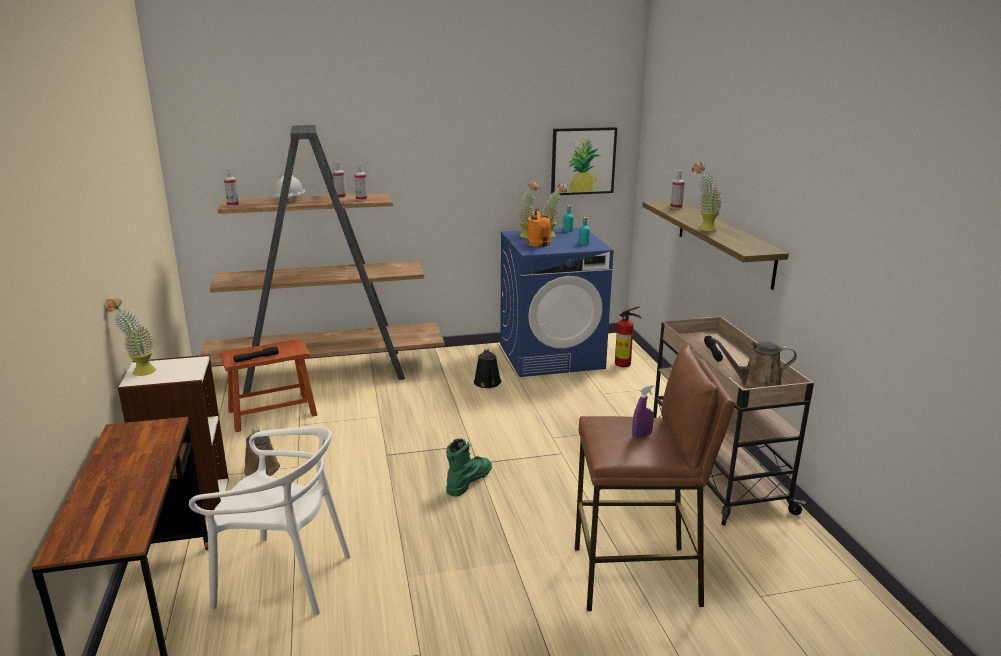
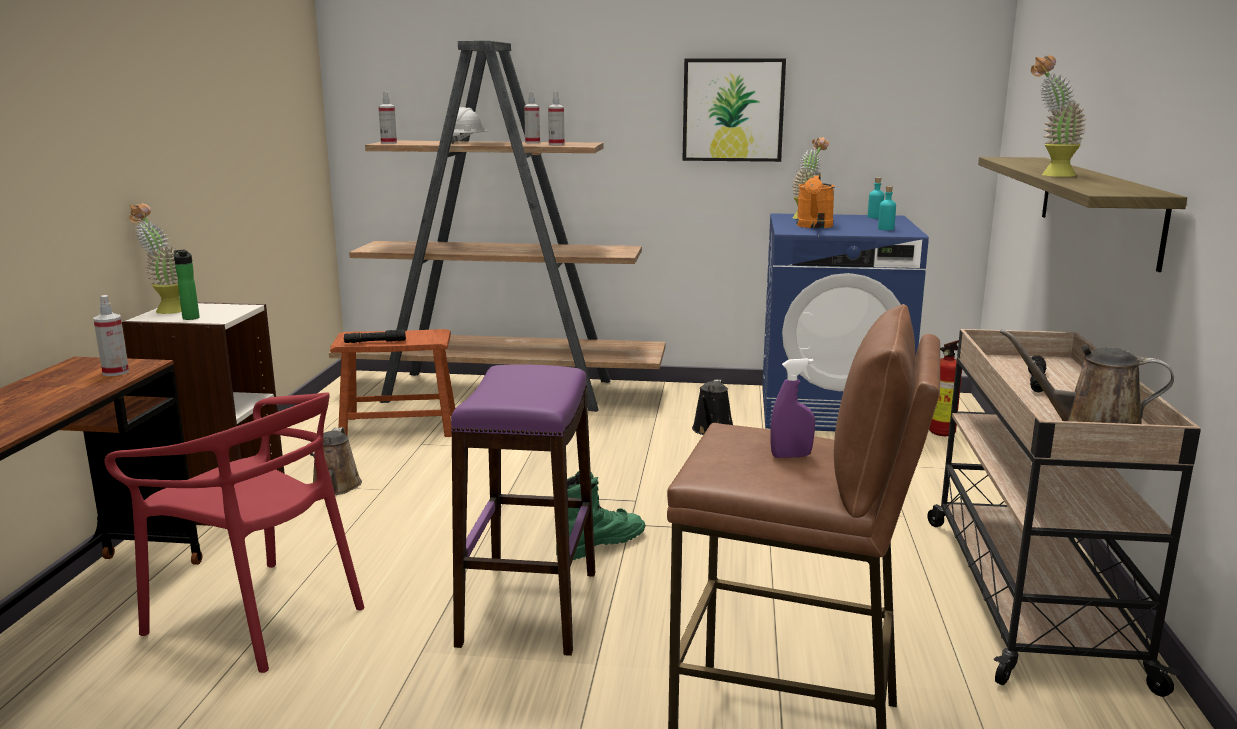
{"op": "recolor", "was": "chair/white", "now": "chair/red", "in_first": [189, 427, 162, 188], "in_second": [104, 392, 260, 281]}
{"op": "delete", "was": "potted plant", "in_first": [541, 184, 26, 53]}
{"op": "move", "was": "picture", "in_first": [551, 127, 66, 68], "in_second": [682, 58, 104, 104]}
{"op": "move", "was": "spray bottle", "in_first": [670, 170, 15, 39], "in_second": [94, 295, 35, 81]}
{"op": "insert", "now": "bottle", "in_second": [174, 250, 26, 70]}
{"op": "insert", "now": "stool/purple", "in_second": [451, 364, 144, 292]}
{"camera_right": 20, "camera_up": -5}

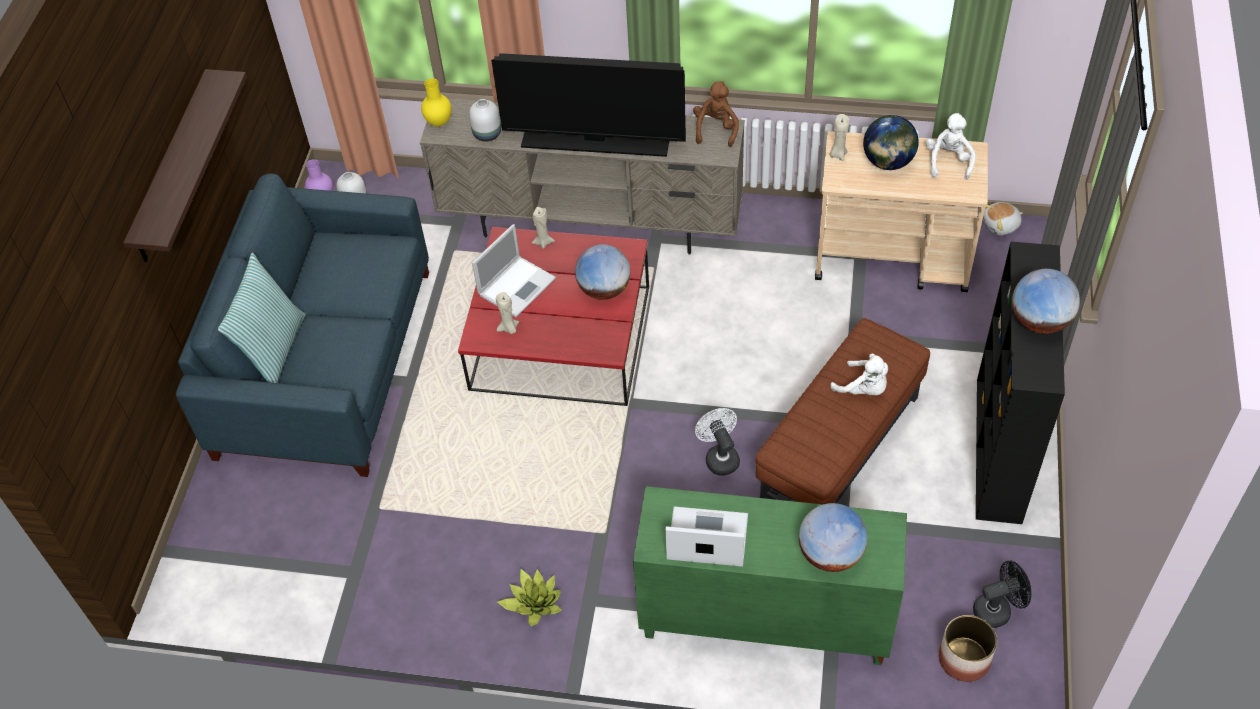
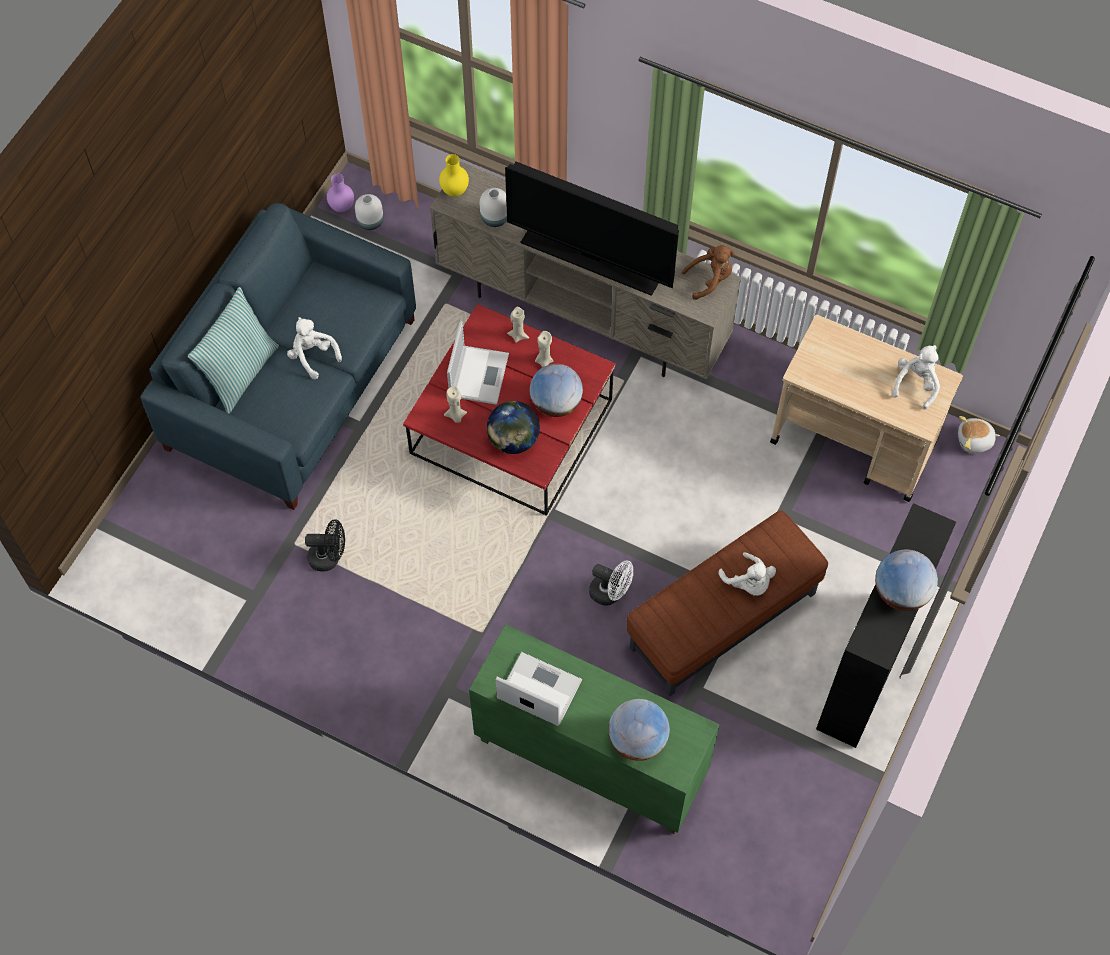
{"op": "delete", "was": "shelf", "in_first": [123, 69, 124, 193]}
{"op": "rotate", "was": "laptop", "in_first": [472, 224, 84, 93], "in_second": [447, 321, 62, 84], "clockwise": -45}
{"op": "delete", "was": "potted plant", "in_first": [497, 569, 65, 57]}
{"op": "rotate", "was": "plush toy/brown", "in_first": [693, 81, 46, 66], "in_second": [682, 245, 53, 55], "clockwise": 45}
{"op": "rotate", "was": "fan/white", "in_first": [695, 408, 45, 68], "in_second": [589, 560, 44, 46], "clockwise": 120}
{"op": "move", "was": "candle/beige", "in_first": [830, 114, 20, 47], "in_second": [535, 331, 18, 36]}
{"op": "move", "was": "globe", "in_first": [863, 115, 56, 55], "in_second": [487, 401, 53, 53]}
{"op": "delete", "was": "planter", "in_first": [939, 615, 58, 67]}
{"op": "move", "was": "fan/black", "in_first": [973, 560, 58, 68], "in_second": [305, 519, 40, 53]}
{"op": "insert", "now": "plush toy/white", "in_second": [287, 317, 55, 62]}
{"camera_right": 15, "camera_up": 10}

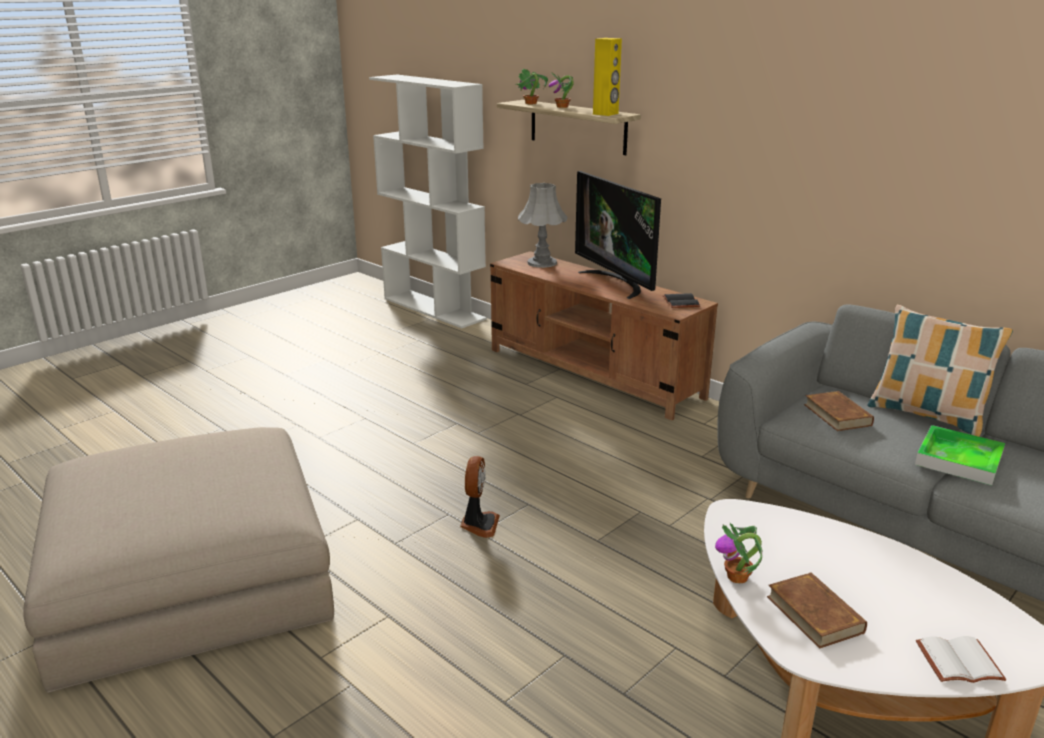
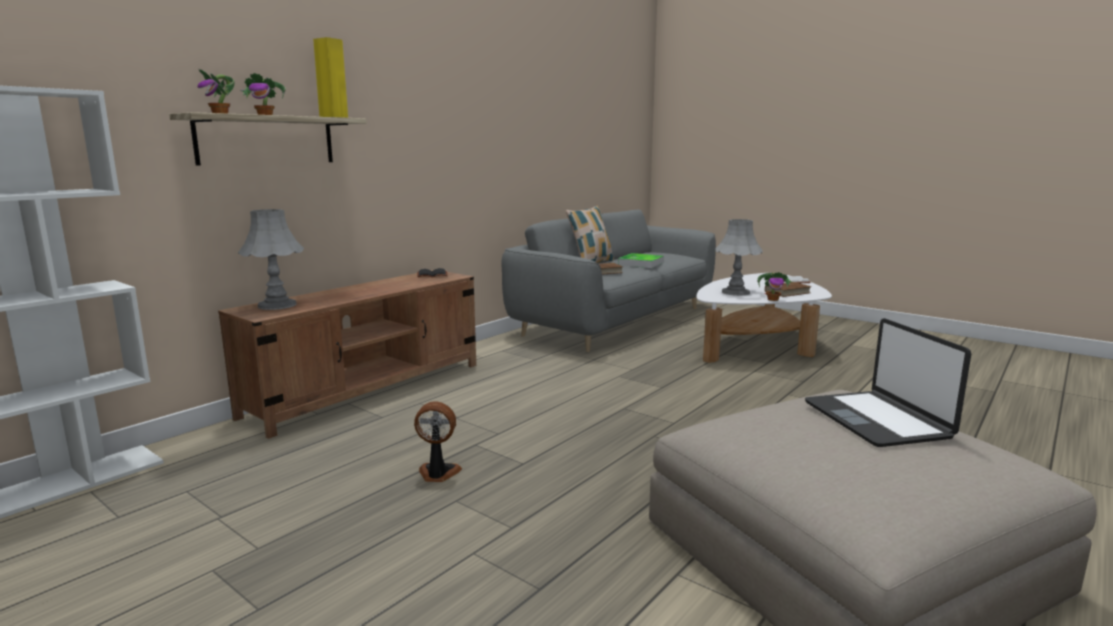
{"op": "move", "was": "fan", "in_first": [460, 456, 40, 82], "in_second": [414, 401, 48, 81]}
{"op": "delete", "was": "television", "in_first": [575, 171, 86, 128]}
{"op": "insert", "now": "table lamp/grey", "in_second": [715, 219, 48, 77]}
{"op": "insert", "now": "laptop", "in_second": [805, 318, 166, 129]}
{"camera_right": -95, "camera_up": -10}

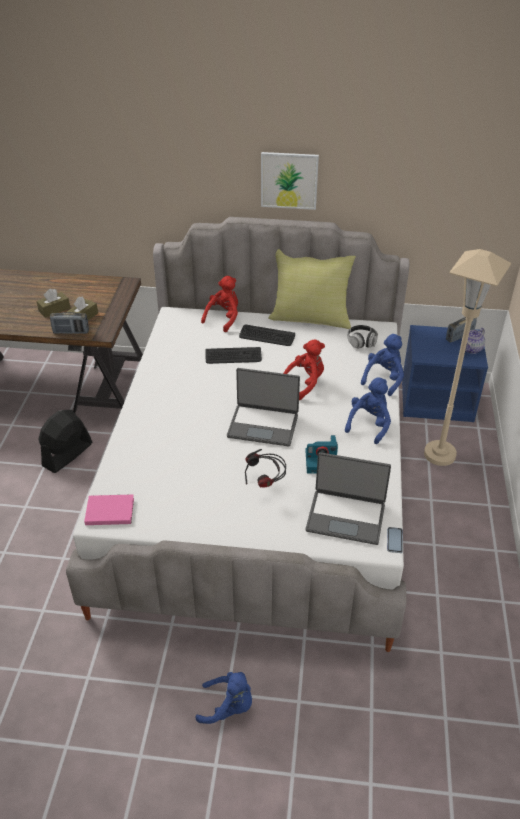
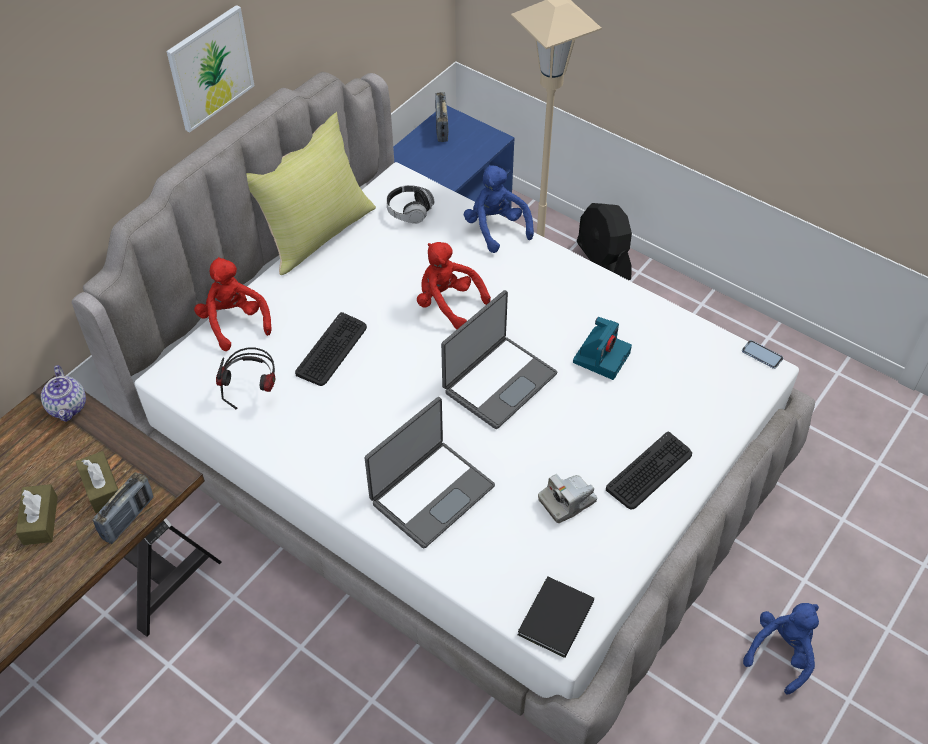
{"op": "move", "was": "fan/black", "in_first": [38, 410, 54, 63], "in_second": [577, 203, 55, 77]}
{"op": "recolor", "was": "book/pink", "now": "book/black", "in_first": [84, 494, 50, 31], "in_second": [518, 576, 76, 82]}
{"op": "move", "was": "keyboard", "in_first": [239, 325, 56, 21], "in_second": [606, 432, 86, 78]}
{"op": "move", "was": "headphones", "in_first": [245, 449, 41, 38], "in_second": [216, 347, 59, 62]}
{"op": "rotate", "was": "plush toy/red", "in_first": [283, 339, 42, 61], "in_second": [417, 242, 74, 87], "clockwise": -45}
{"op": "move", "was": "laptop", "in_first": [306, 452, 85, 93], "in_second": [365, 397, 130, 151]}
{"op": "delete", "was": "plush toy/blue", "in_first": [345, 377, 46, 67]}
{"op": "move", "was": "teapot", "in_first": [461, 328, 24, 26], "in_second": [41, 365, 45, 57]}
{"op": "insert", "now": "photo camera", "in_second": [538, 474, 59, 49]}
{"camera_right": -60, "camera_up": 10}

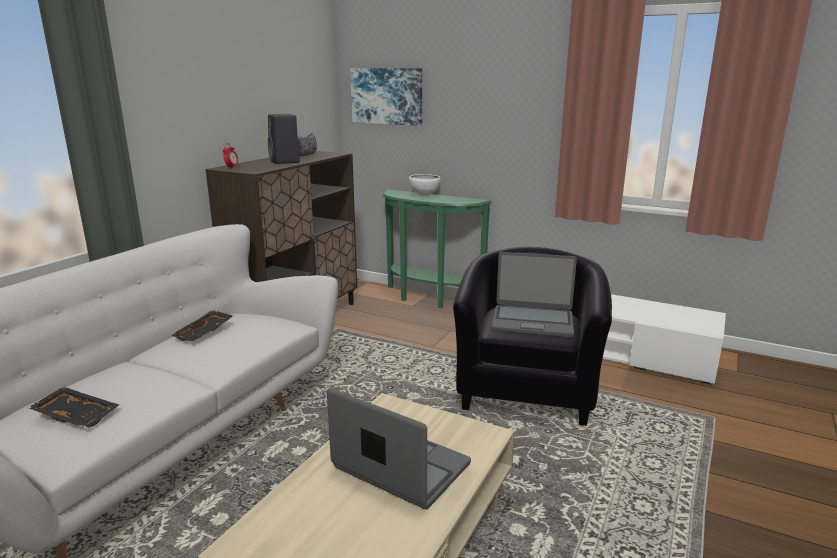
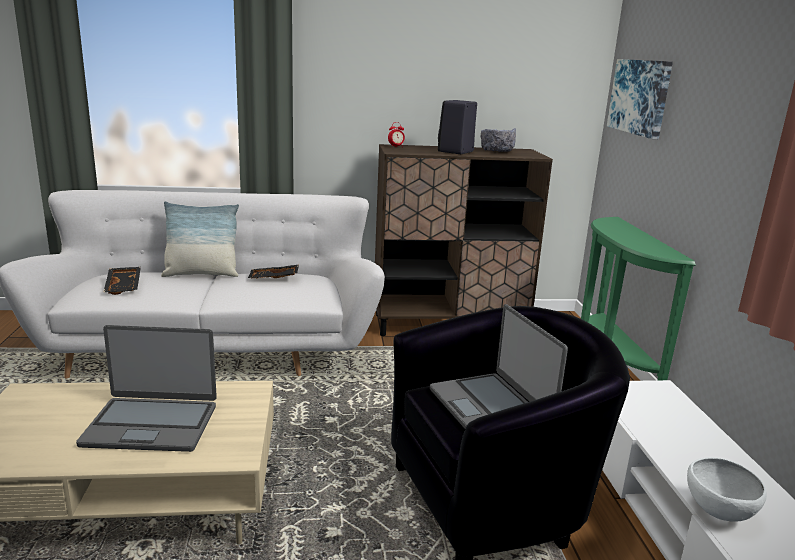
{"op": "rotate", "was": "laptop", "in_first": [327, 388, 144, 121], "in_second": [76, 325, 141, 127], "clockwise": 90}
{"op": "move", "was": "bowl/white", "in_first": [409, 174, 32, 22], "in_second": [687, 457, 80, 65]}
{"op": "insert", "now": "pillow", "in_second": [161, 201, 78, 76]}
{"camera_right": 55, "camera_up": 0}

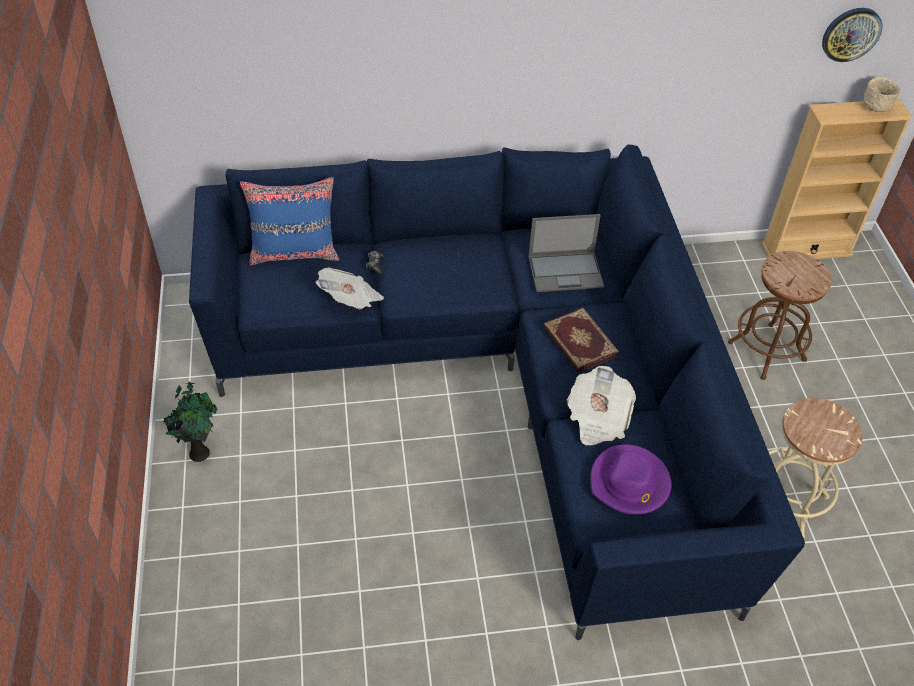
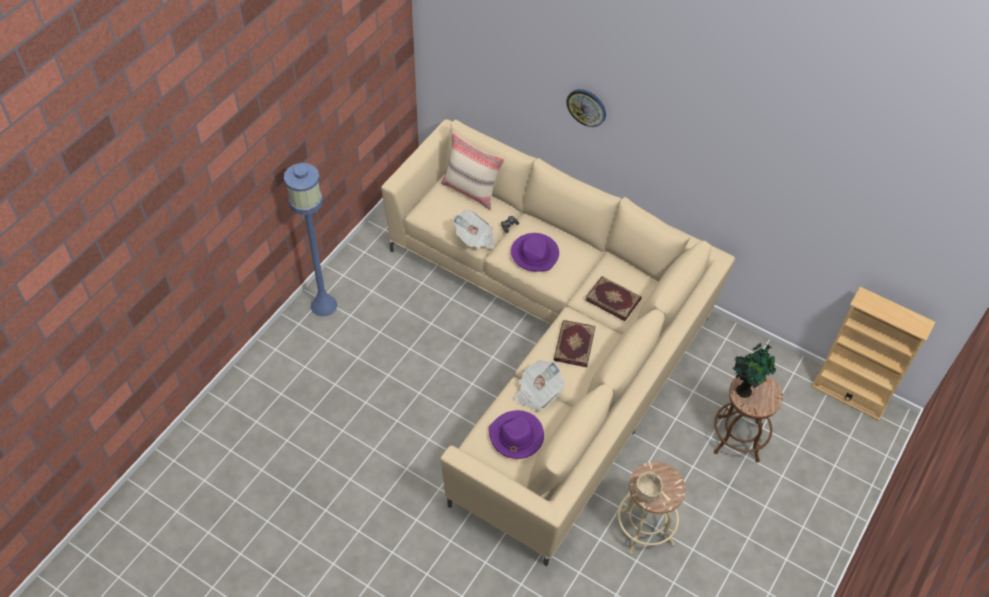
{"op": "move", "was": "potted plant", "in_first": [163, 381, 54, 81], "in_second": [733, 343, 43, 55]}
{"op": "recolor", "was": "sofa/blue", "now": "sofa/beige", "in_first": [189, 144, 616, 496], "in_second": [381, 119, 354, 447]}
{"op": "recolor", "was": "pillow/blue", "now": "pillow/beige", "in_first": [240, 177, 99, 88], "in_second": [441, 132, 64, 78]}
{"op": "replace", "was": "laptop", "now": "book", "in_first": [528, 214, 76, 78], "in_second": [586, 276, 56, 45]}
{"op": "move", "was": "wall clock", "in_first": [822, 8, 60, 54], "in_second": [566, 89, 40, 38]}
{"op": "move", "was": "bowl/beige", "in_first": [864, 77, 37, 35], "in_second": [635, 472, 27, 31]}
{"op": "insert", "now": "floor lamp/blue", "in_second": [284, 163, 53, 154]}
{"op": "insert", "now": "hat/purple", "in_second": [511, 233, 48, 38]}
{"camera_right": 40, "camera_up": 5}

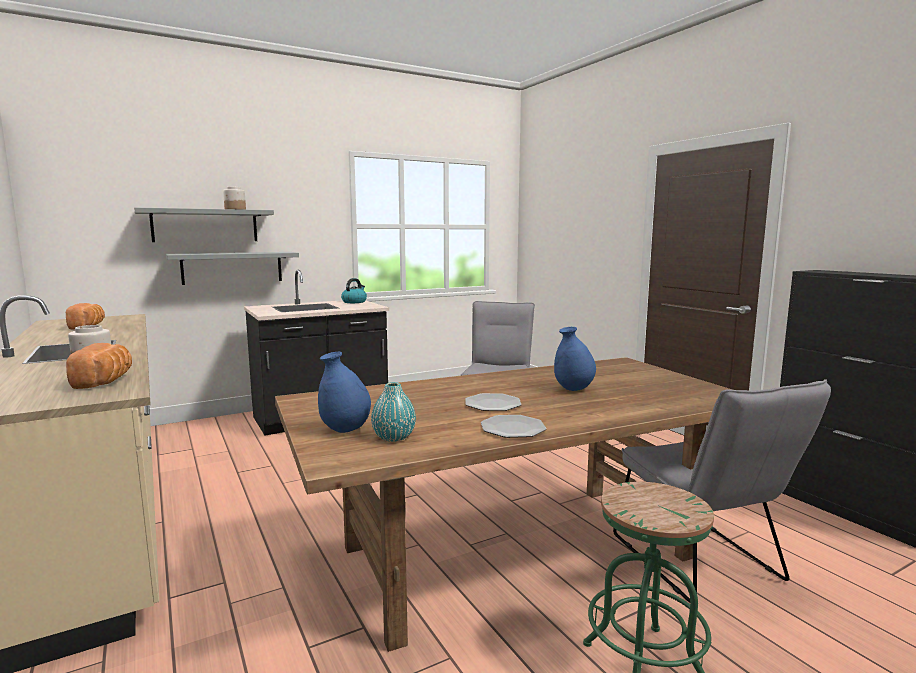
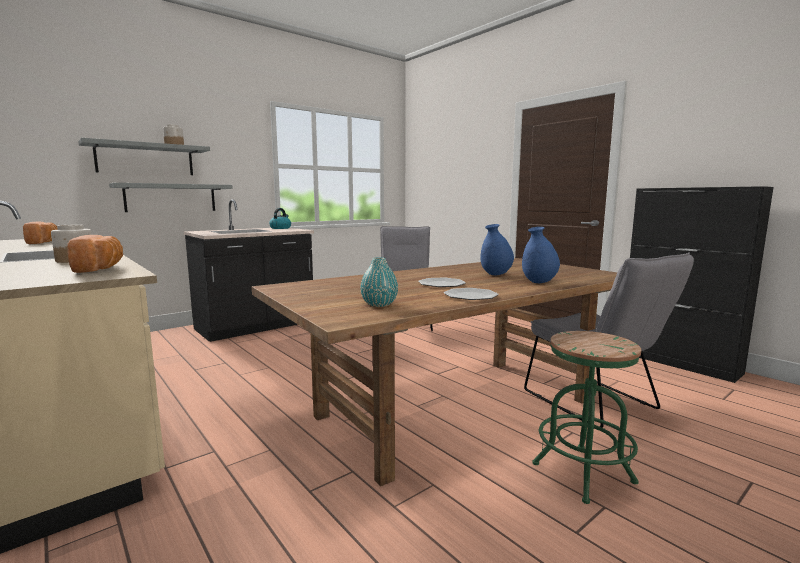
{"op": "move", "was": "vase/blue", "in_first": [318, 352, 53, 81], "in_second": [522, 227, 38, 56]}
{"camera_right": -10, "camera_up": 0}

